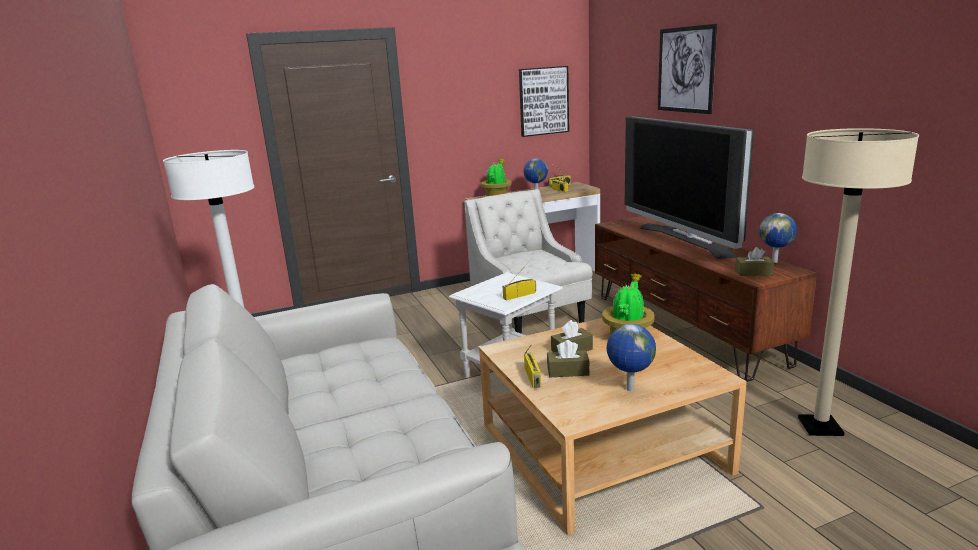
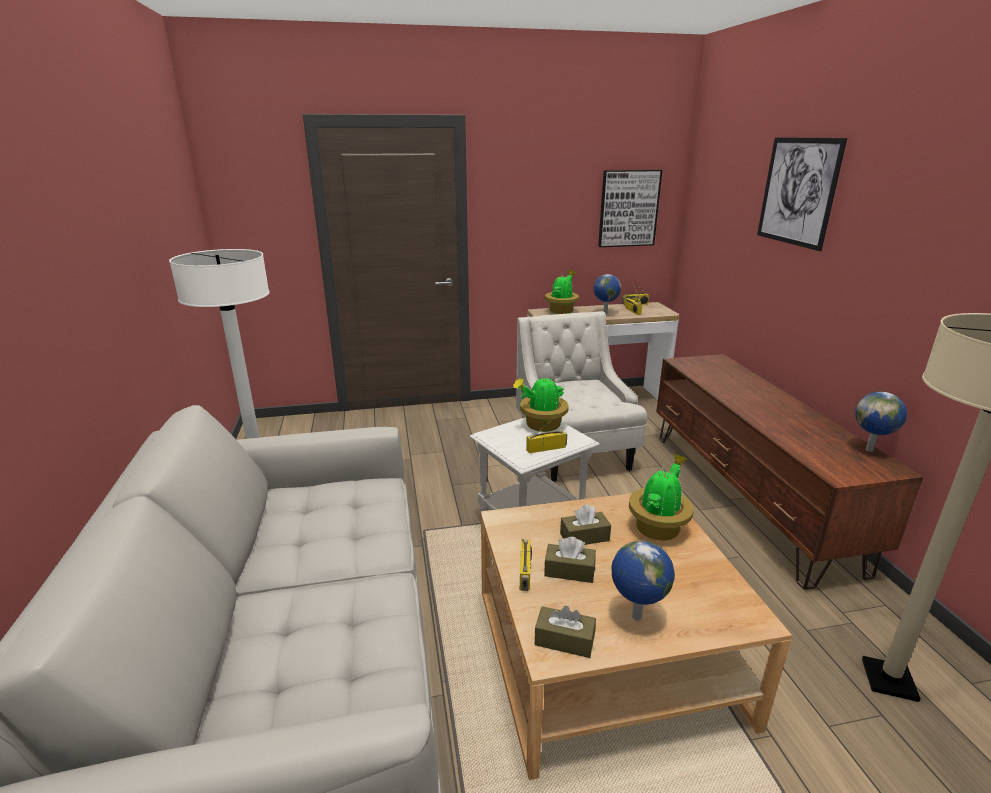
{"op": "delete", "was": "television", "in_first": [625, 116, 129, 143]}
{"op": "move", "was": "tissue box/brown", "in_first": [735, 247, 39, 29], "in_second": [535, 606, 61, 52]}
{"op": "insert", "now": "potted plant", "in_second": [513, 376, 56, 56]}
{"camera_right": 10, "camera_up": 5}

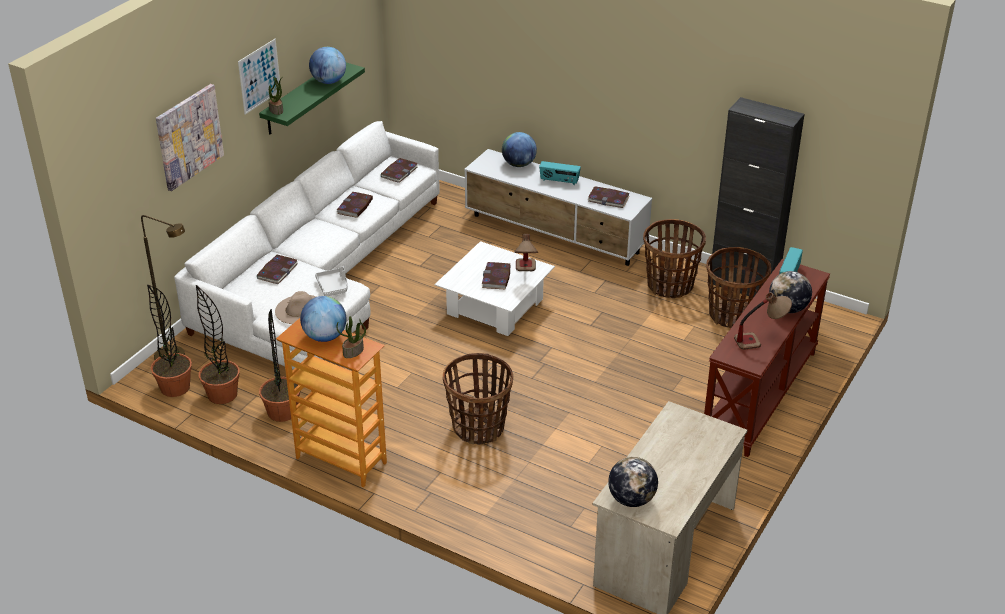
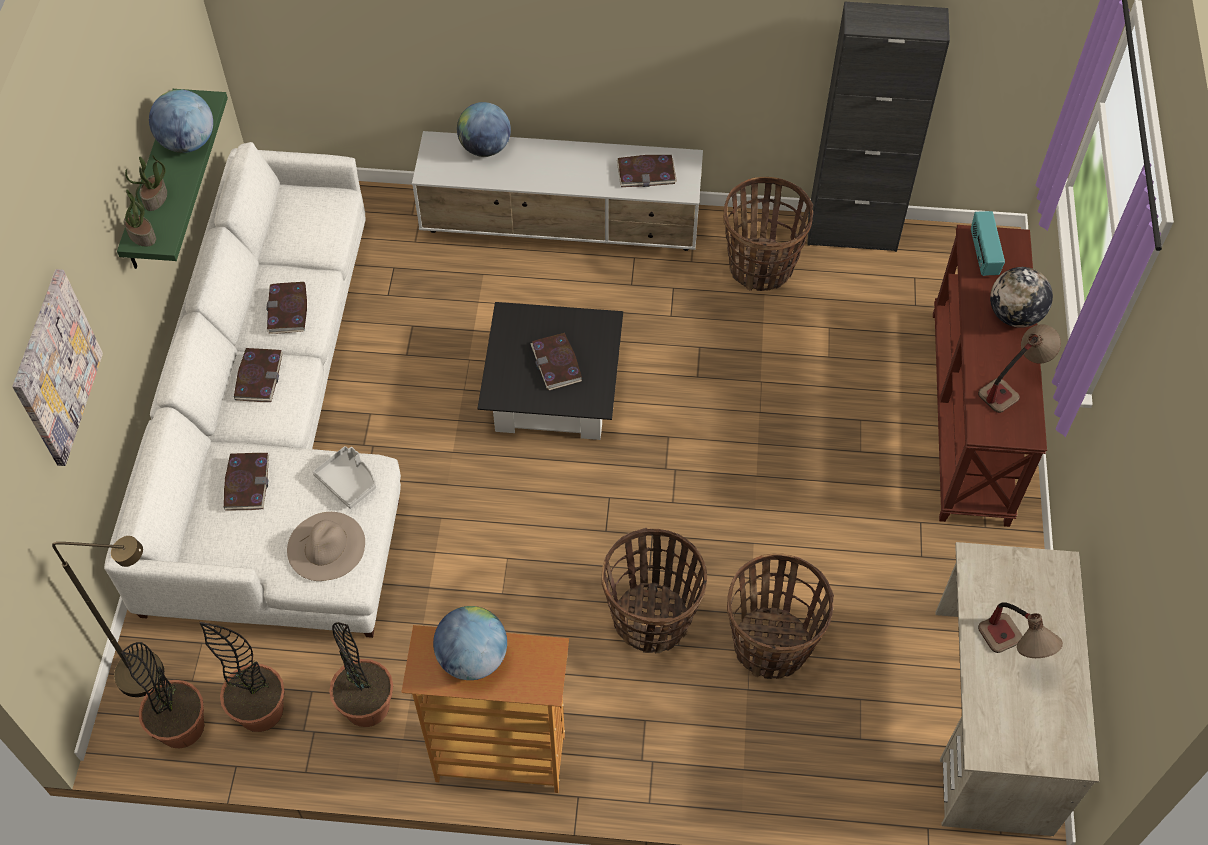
{"op": "delete", "was": "picture", "in_first": [238, 39, 43, 76]}
{"op": "move", "was": "potted plant", "in_first": [336, 316, 30, 42], "in_second": [125, 155, 42, 56]}
{"op": "move", "was": "book", "in_first": [381, 158, 37, 25], "in_second": [234, 348, 49, 54]}
{"op": "recolor", "was": "coffee table/white", "now": "coffee table/black", "in_first": [435, 241, 120, 95], "in_second": [477, 302, 146, 138]}
{"op": "move", "was": "table lamp", "in_first": [514, 234, 24, 37], "in_second": [978, 602, 85, 56]}
{"op": "delete", "was": "radio", "in_first": [539, 161, 42, 24]}
{"op": "delete", "was": "globe", "in_first": [608, 457, 50, 50]}
{"op": "move", "was": "basket", "in_first": [706, 247, 65, 81], "in_second": [727, 553, 107, 126]}
{"camera_right": -25, "camera_up": 20}

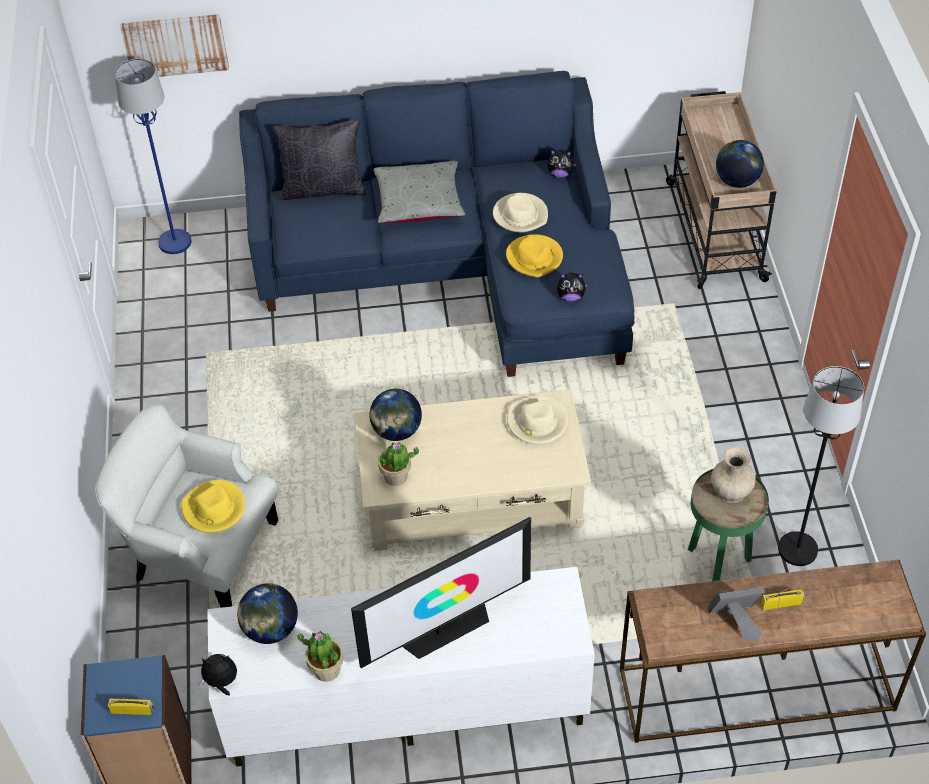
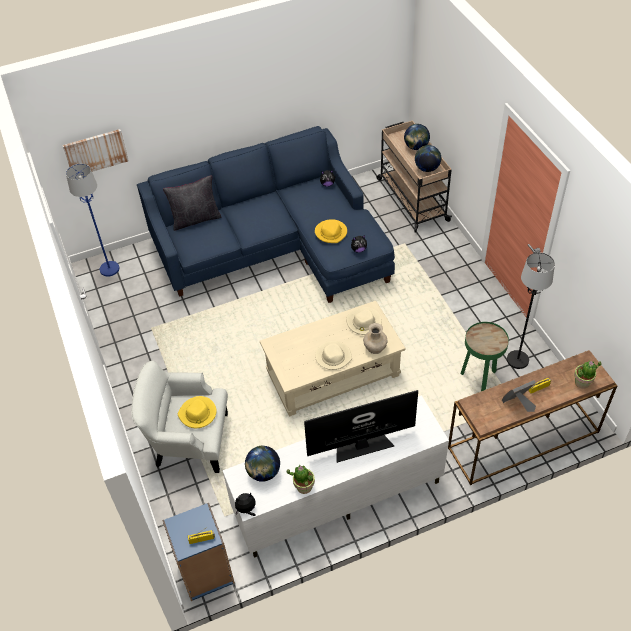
{"op": "rotate", "was": "television", "in_first": [351, 517, 180, 151], "in_second": [304, 390, 114, 73], "clockwise": -150}
{"op": "move", "was": "globe", "in_first": [369, 388, 53, 53], "in_second": [404, 124, 26, 26]}
{"op": "delete", "was": "pillow/grey", "in_first": [374, 161, 91, 62]}
{"op": "move", "was": "potted plant", "in_first": [378, 442, 41, 44], "in_second": [574, 361, 28, 28]}
{"op": "move", "was": "hat/beige", "in_first": [493, 193, 55, 39], "in_second": [315, 341, 37, 29]}
{"op": "move", "was": "vase/beige", "in_first": [711, 447, 45, 56], "in_second": [363, 323, 25, 31]}
{"camera_right": -15, "camera_up": 0}

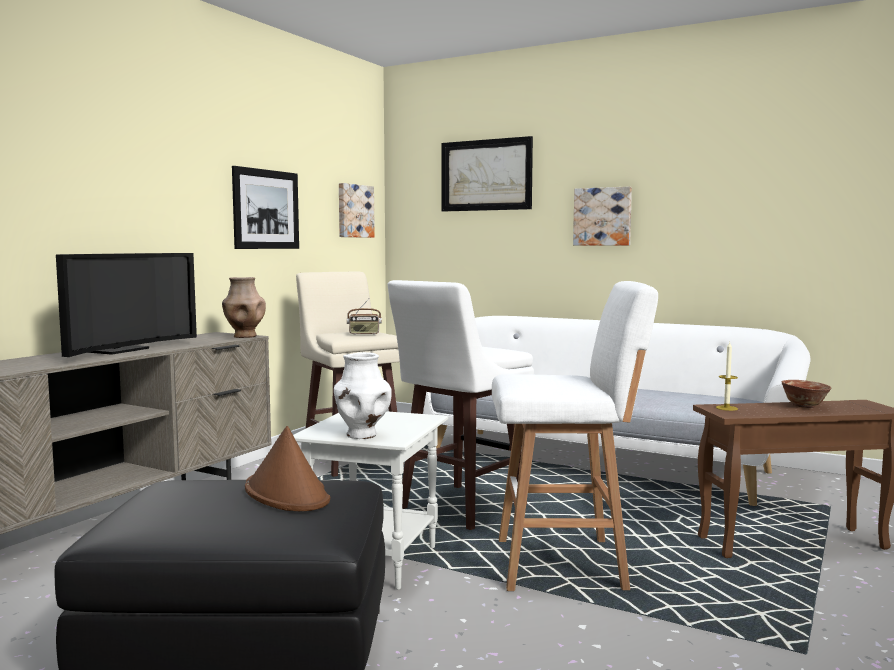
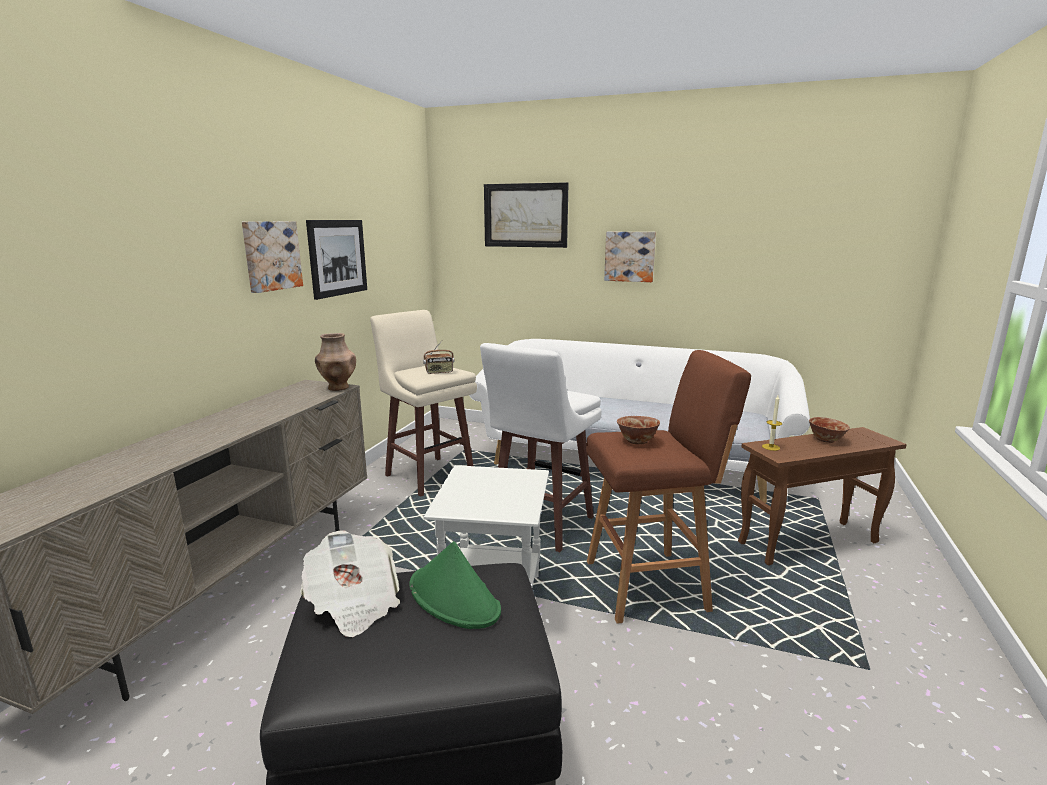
{"op": "delete", "was": "television", "in_first": [56, 253, 141, 104]}
{"op": "recolor", "was": "hat/brown", "now": "hat/green", "in_first": [245, 426, 85, 85], "in_second": [409, 541, 92, 88]}
{"op": "delete", "was": "vase/white", "in_first": [334, 352, 57, 87]}
{"op": "move", "was": "picture", "in_first": [339, 183, 36, 55], "in_second": [242, 221, 61, 72]}
{"op": "recolor", "was": "stool/white", "now": "stool/brown", "in_first": [492, 281, 166, 310], "in_second": [586, 350, 165, 274]}
{"op": "insert", "now": "newspaper", "in_second": [300, 530, 100, 107]}
{"op": "insert", "now": "bowl", "in_second": [617, 416, 43, 28]}
{"camera_right": -10, "camera_up": 10}

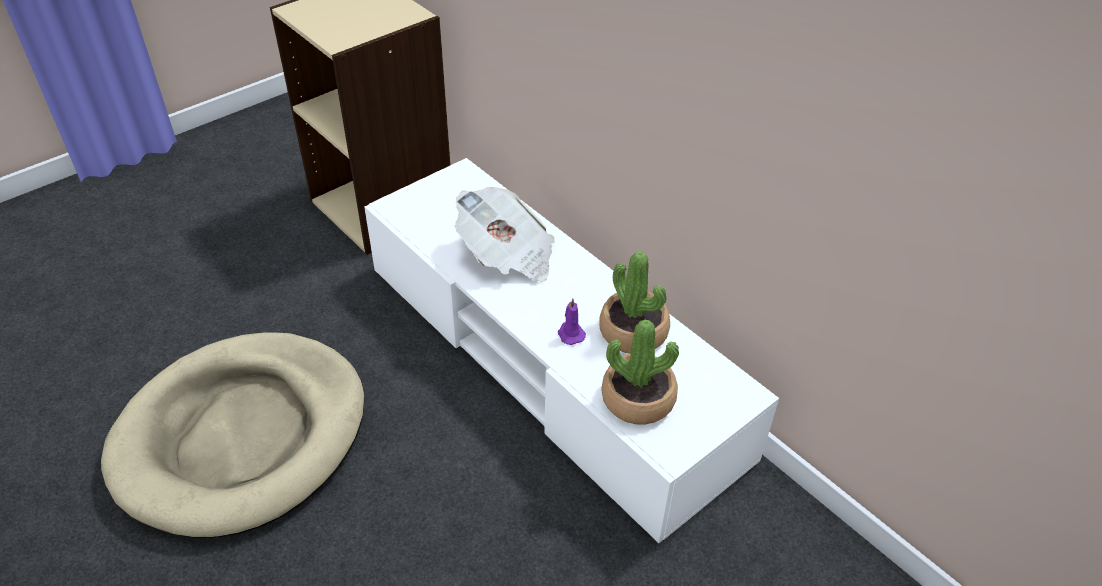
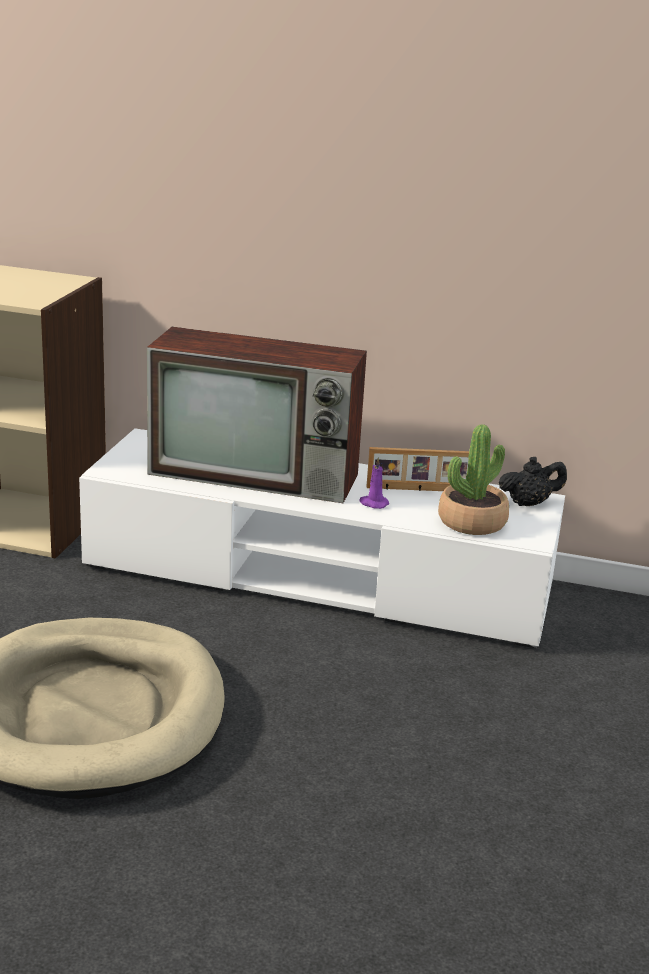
{"op": "replace", "was": "newspaper", "now": "television", "in_first": [455, 187, 100, 95], "in_second": [147, 327, 220, 176]}
{"op": "replace", "was": "potted plant", "now": "picture frame", "in_first": [599, 252, 71, 102], "in_second": [366, 447, 103, 44]}
{"op": "insert", "now": "teapot/black", "in_second": [499, 457, 68, 49]}
{"camera_right": -35, "camera_up": -20}

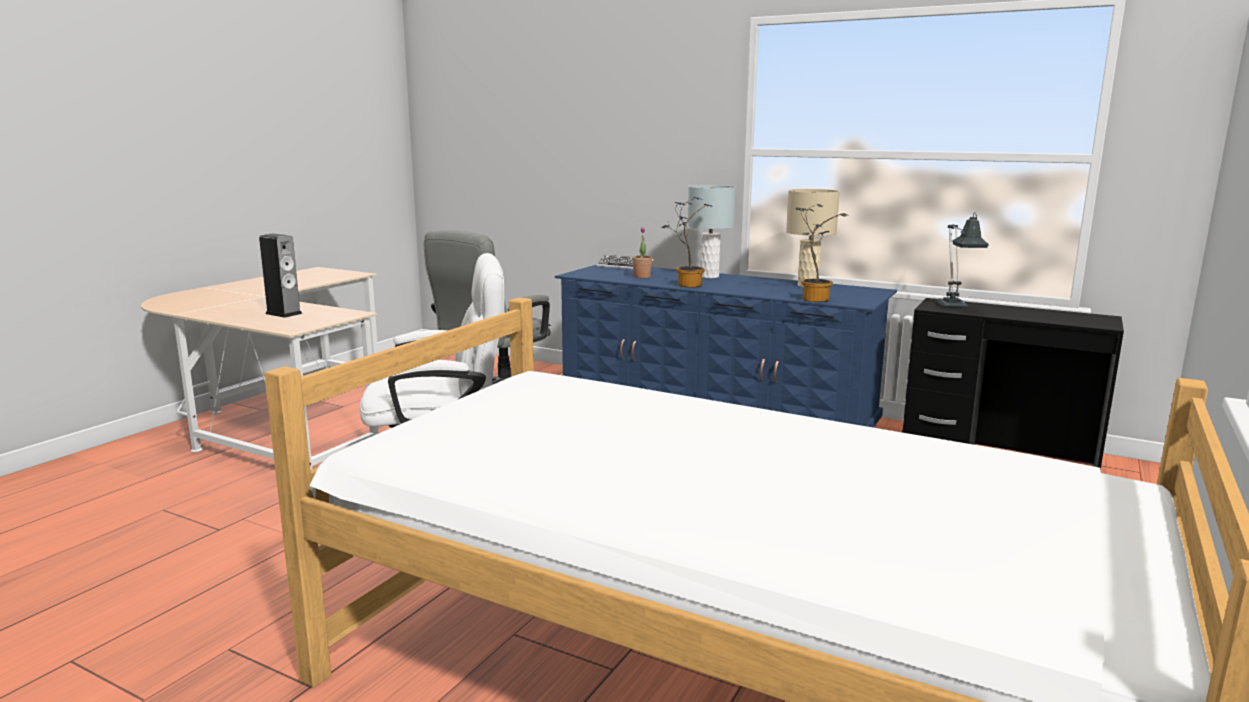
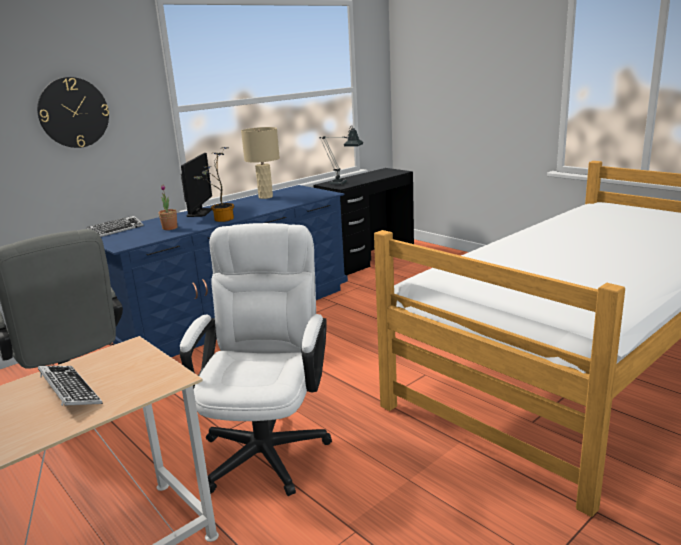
{"op": "replace", "was": "speaker", "now": "keyboard", "in_first": [259, 234, 44, 84], "in_second": [38, 366, 65, 40]}
{"op": "replace", "was": "table lamp/grey", "now": "monitor", "in_first": [688, 185, 48, 93], "in_second": [181, 153, 31, 64]}
{"op": "delete", "was": "potted plant", "in_first": [795, 204, 53, 98]}
{"op": "insert", "now": "wall clock", "in_second": [37, 77, 72, 71]}
{"camera_right": -70, "camera_up": 5}

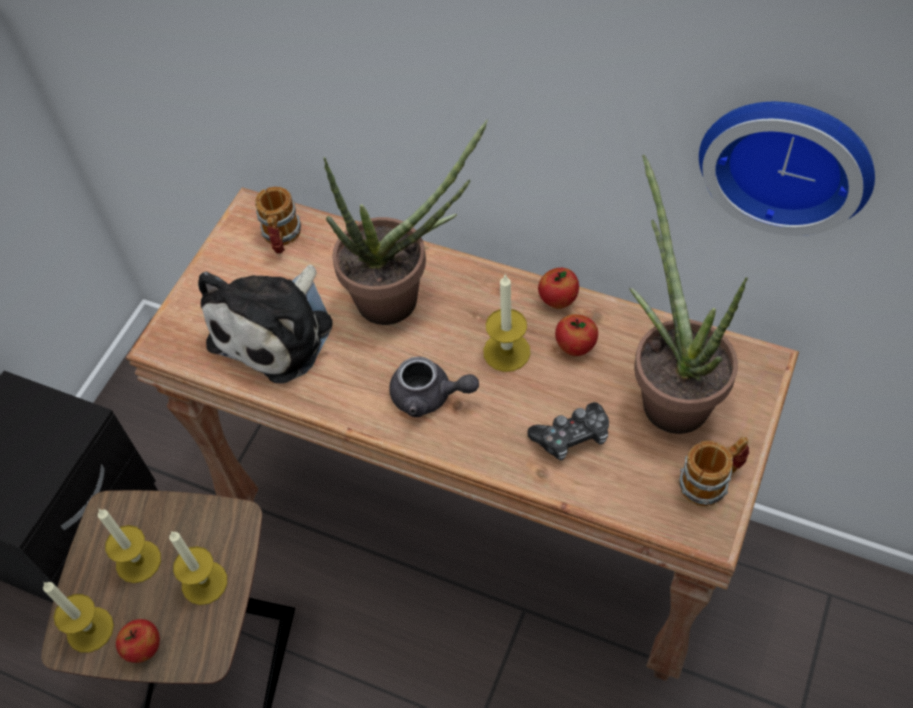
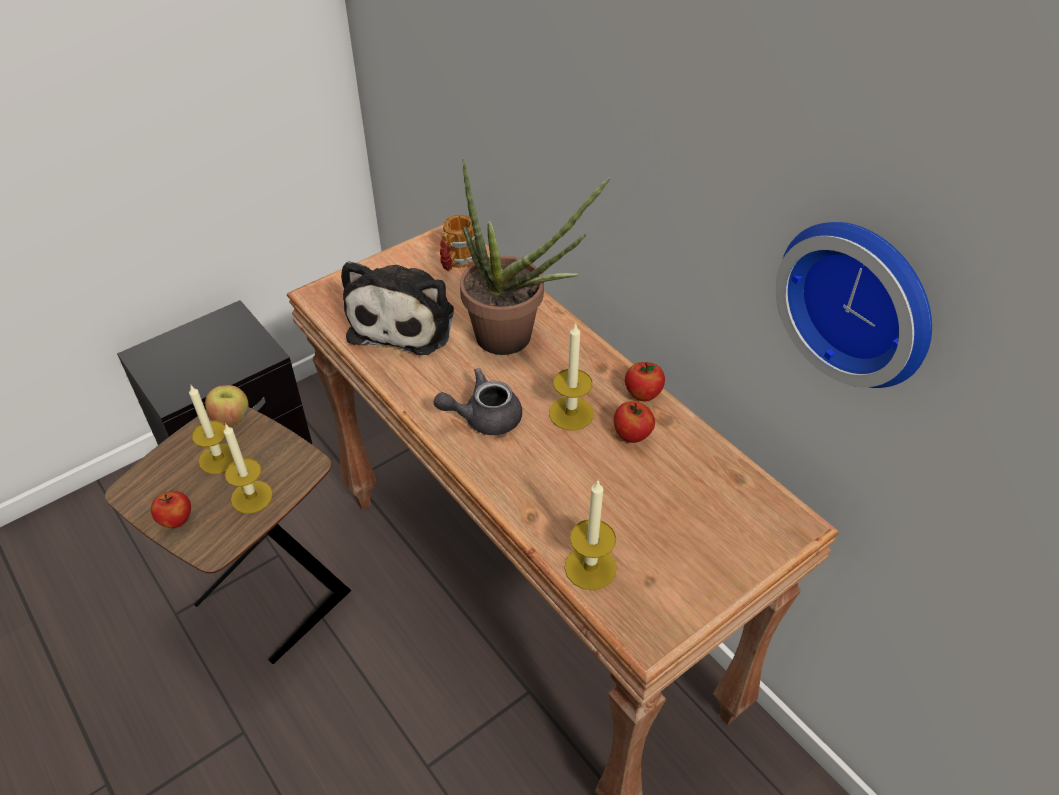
{"op": "move", "was": "candle", "in_first": [43, 582, 71, 71], "in_second": [564, 479, 53, 111]}
{"op": "rotate", "was": "plush toy", "in_first": [198, 265, 135, 119], "in_second": [341, 261, 113, 94], "clockwise": -45}
{"op": "rotate", "was": "teapot/grey", "in_first": [389, 356, 90, 61], "in_second": [434, 368, 88, 67], "clockwise": 120}
{"op": "delete", "was": "game controller", "in_first": [528, 402, 81, 58]}
{"op": "delete", "was": "potted plant", "in_first": [629, 154, 119, 280]}
{"op": "delete", "was": "mug", "in_first": [679, 436, 70, 70]}
{"op": "insert", "now": "apple", "in_second": [205, 385, 43, 42]}
{"camera_right": 25, "camera_up": -10}

